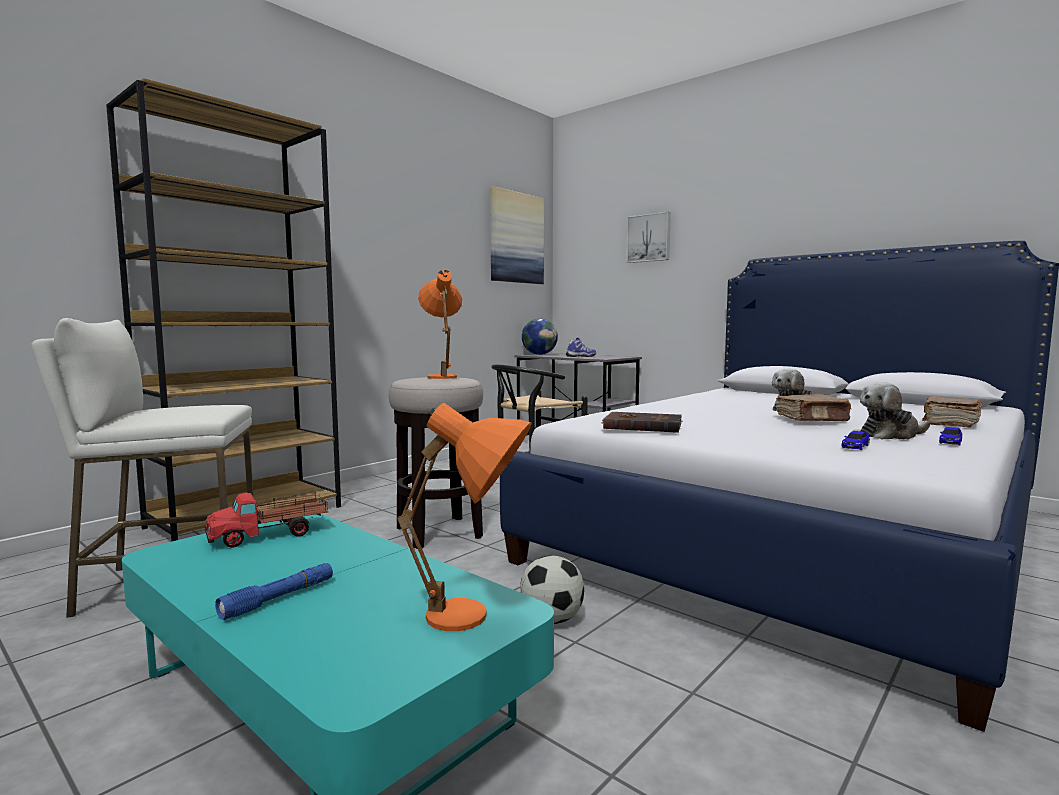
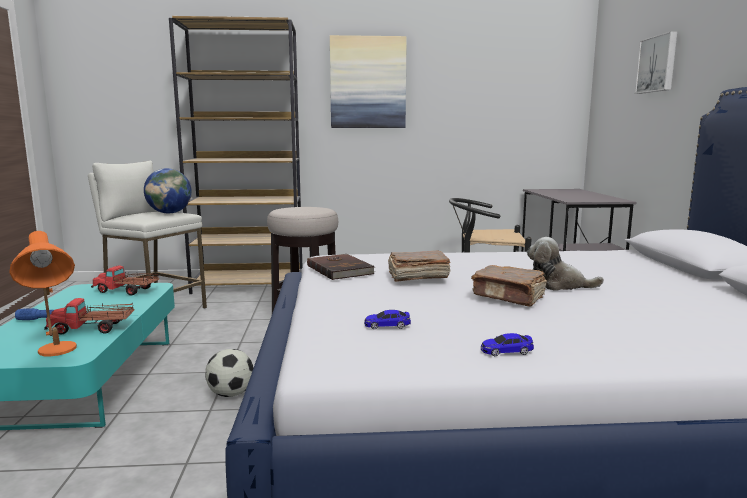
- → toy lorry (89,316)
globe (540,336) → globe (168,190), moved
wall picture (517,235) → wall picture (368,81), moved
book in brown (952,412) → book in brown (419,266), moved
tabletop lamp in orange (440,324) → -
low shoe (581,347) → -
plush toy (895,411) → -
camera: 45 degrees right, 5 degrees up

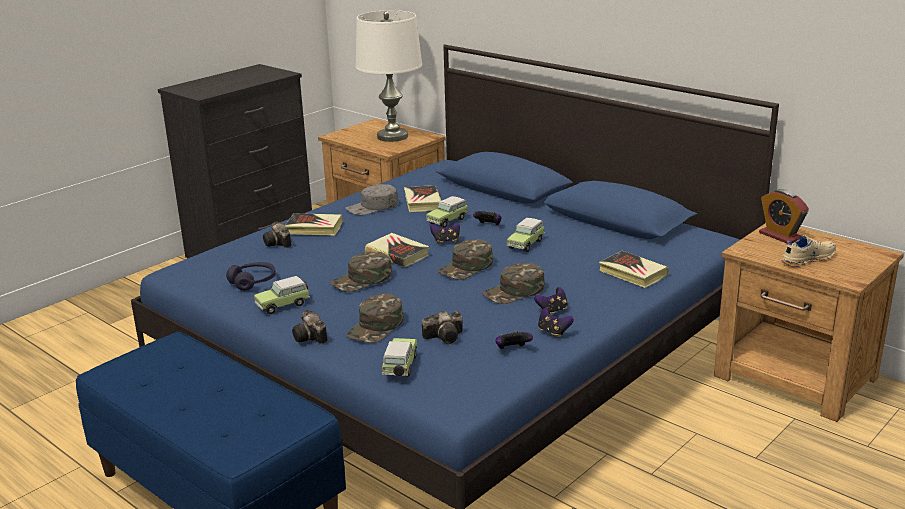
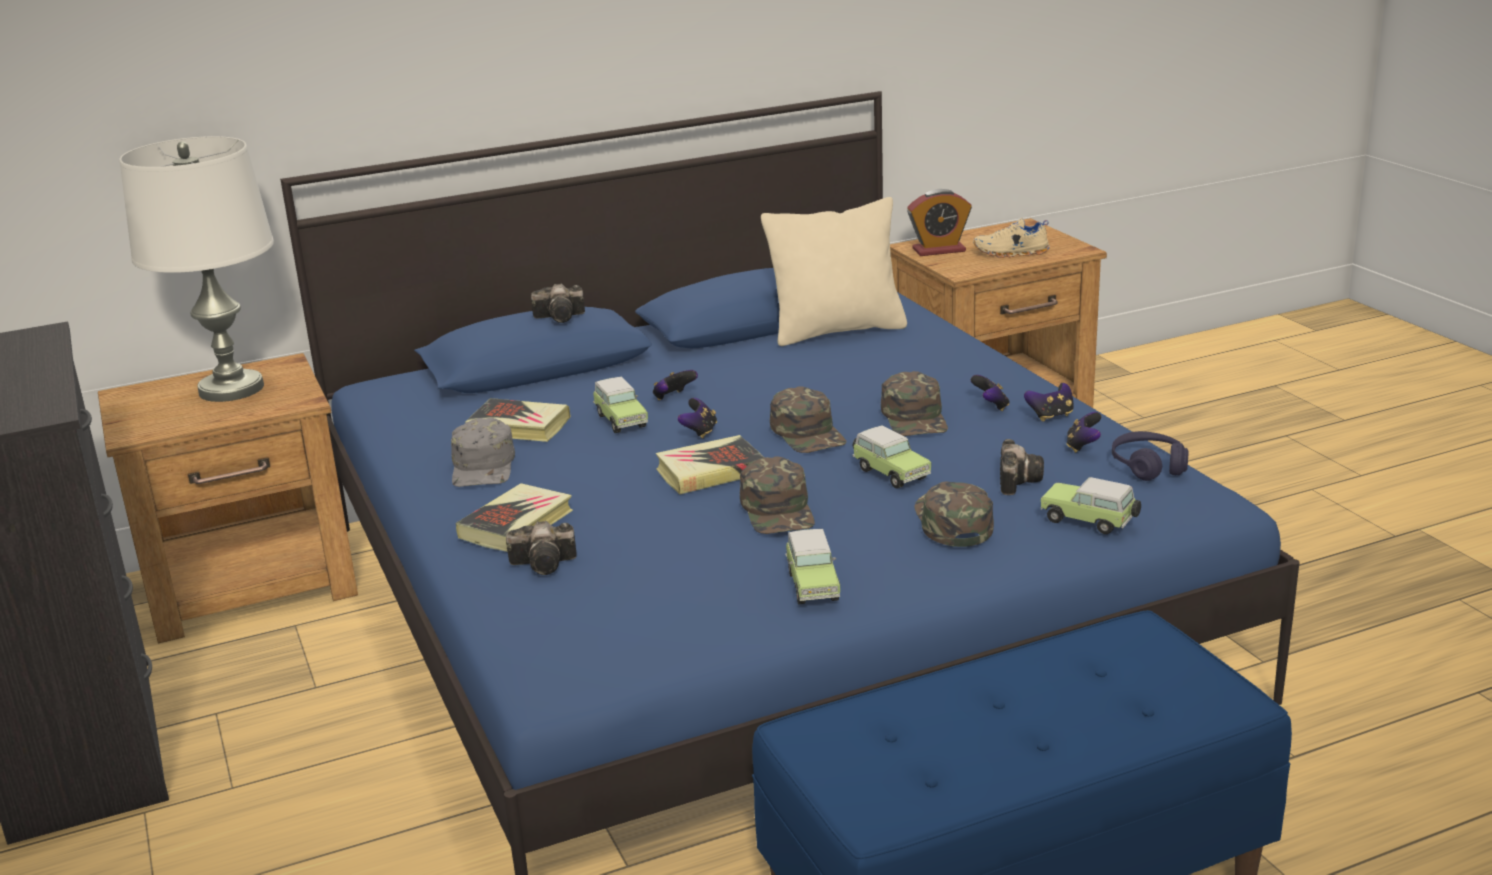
photo camera (310,327) → photo camera (558,303), moved
- → throw pillow in beige (834,271)
miniature car (526,235) → miniature car (891,457), moved
cap in greenish (375,318) → cap in greenish (954,514), 150 degrees counterclockwise
low shoe in beige (809,251) → low shoe in beige (1011,238), 90 degrees counterclockwise
headset in purple-coloured (251,276) → headset in purple-coloured (1150,456), moved
book (634,269) → -
camera: 65 degrees left, 0 degrees up

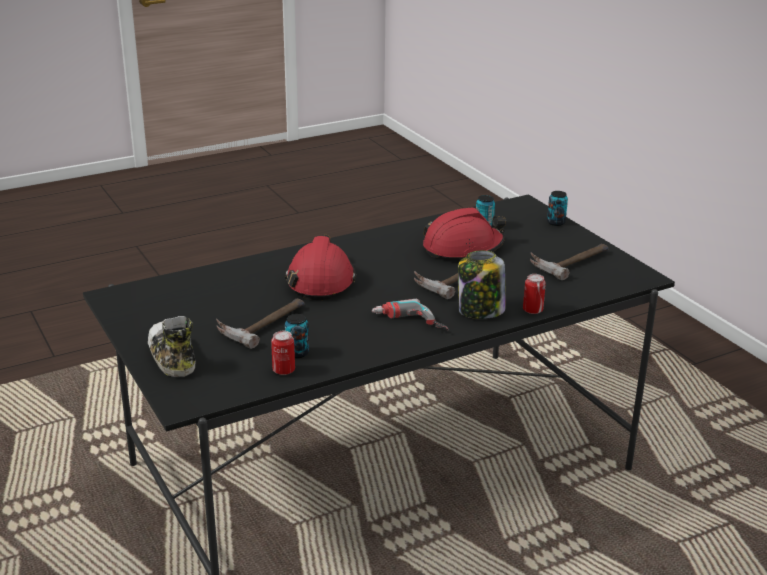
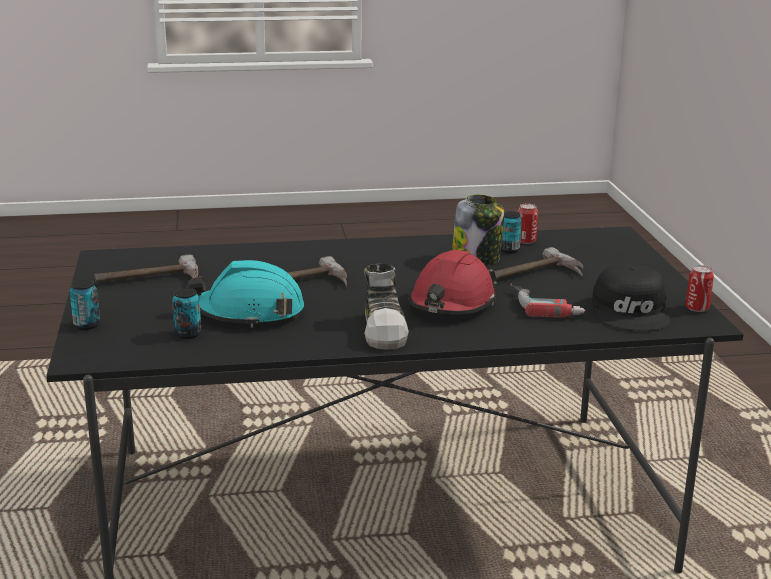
hard hat in red (464,233) → hard hat in turquoise-coloured (246,294)
low shoe (172,346) → low shoe (386,307), moved
preserve jar (482,284) → preserve jar (478,230), moved
drill (410,314) → drill (547,301), moved
- → cap in black (631,297)
metal can (534,294) → metal can (700,288), moved
camera: 160 degrees left, 5 degrees down

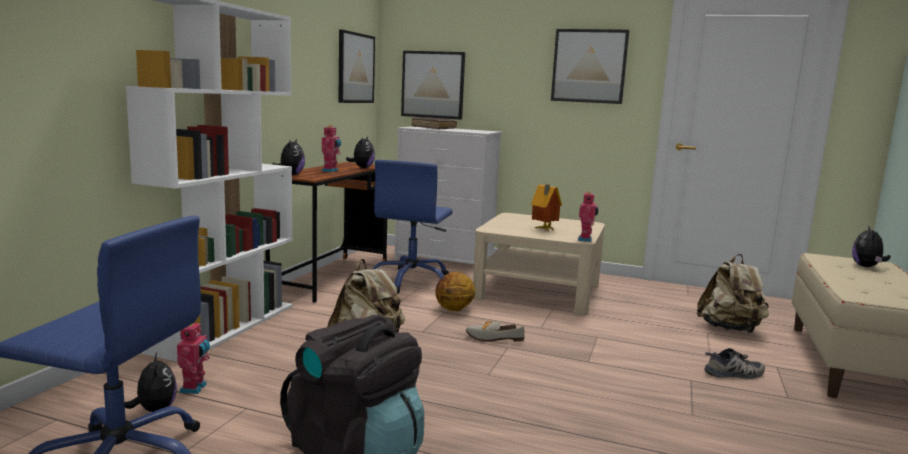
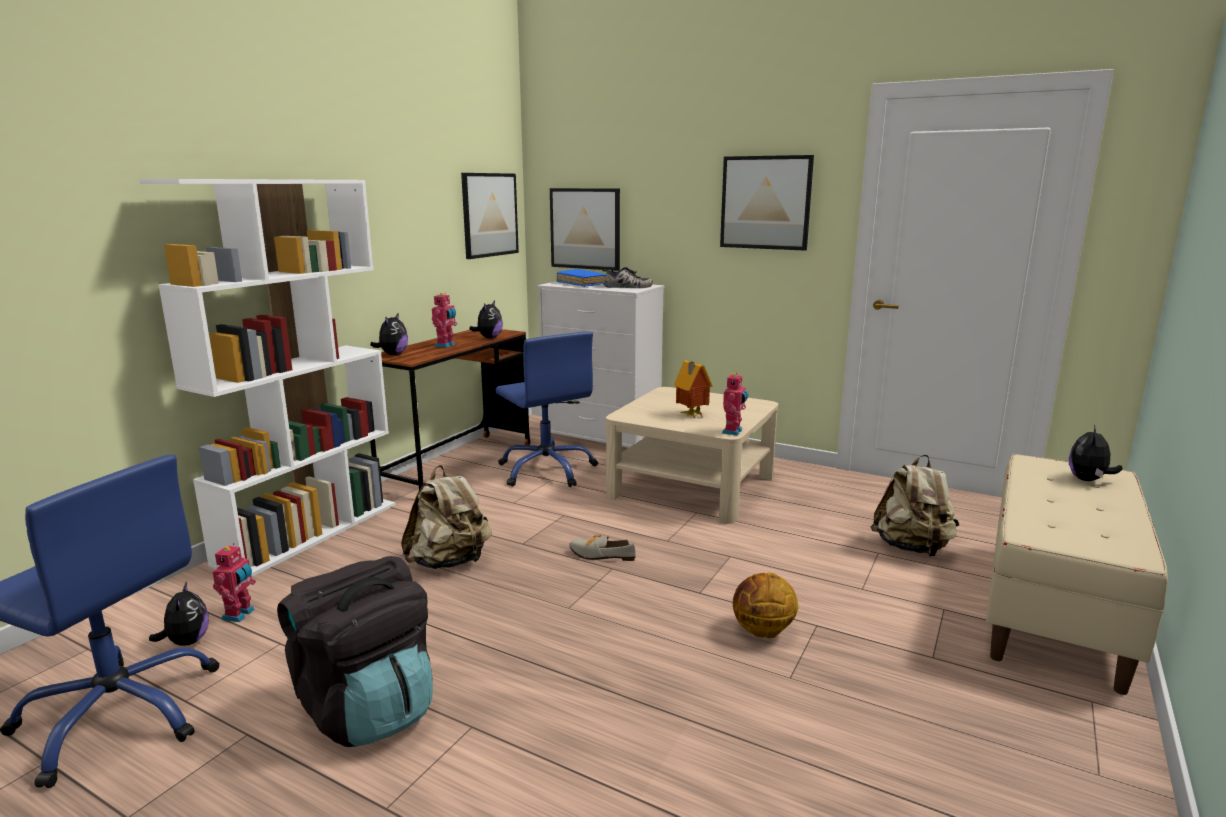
desk chair in blue (412,227) → desk chair in blue (546,409), 60 degrees counterclockwise
book in brown (434,123) → book in blue (581,278)
low shoe (734,363) → low shoe (627,277), moved
basketball ball (455,291) → basketball ball (766,605), moved
camera: 10 degrees right, 5 degrees up

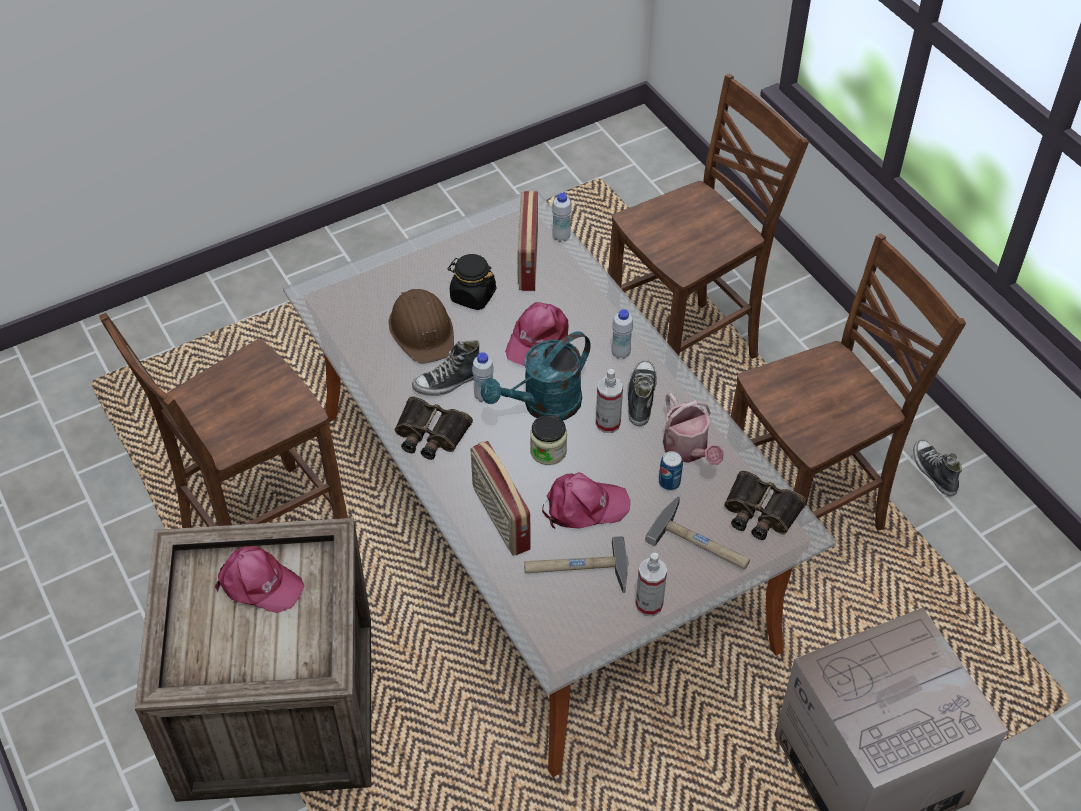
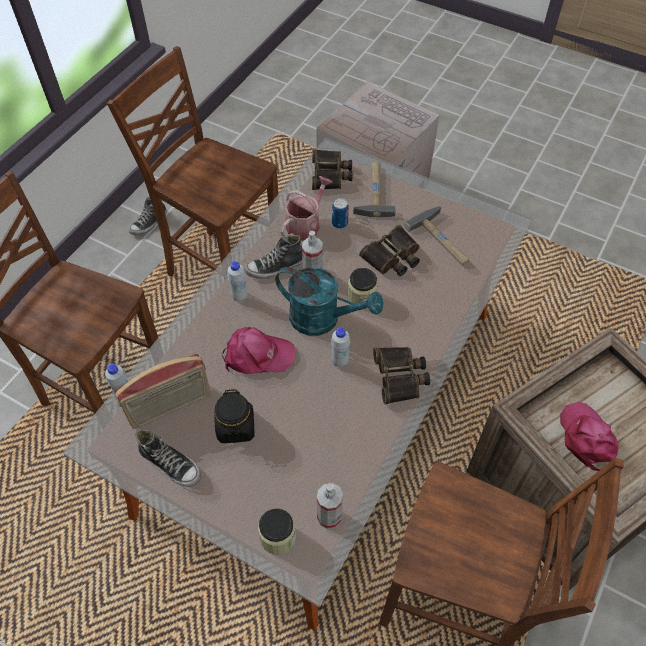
low shoe (445,368) → low shoe (168,458), moved
- → preserve jar (277,531)
sprayer (651,584) → sprayer (330,506), moved
cap in pink-coloured (586,501) → field glasses (389,250)
hard hat in brown (421,326) → -
radio (501,498) → -
camera: 120 degrees left, 5 degrees up

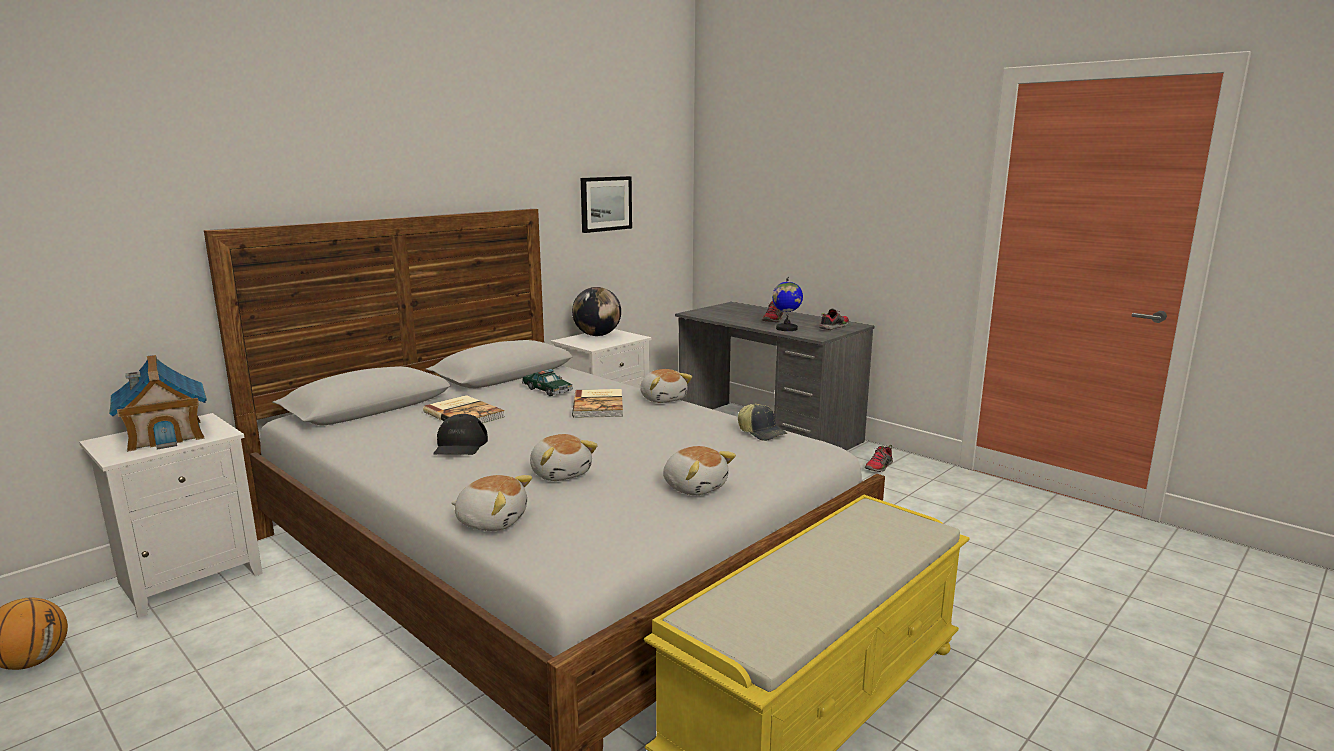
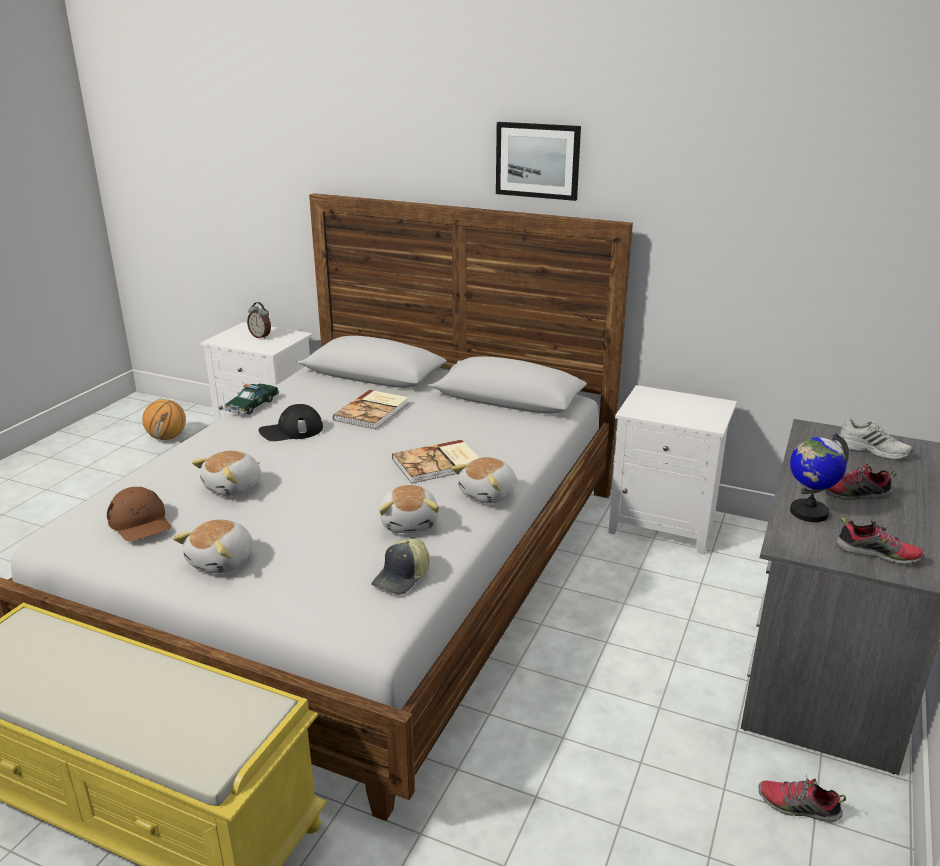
- → cap in brown (139,514)
miniature car (547,382) → miniature car (252,399), moved
toy house (158,403) → bedside clock (259,320)
plush toy (492,503) → plush toy (409,509), moved
wall picture (606,204) → wall picture (538,161), moved
- → low shoe in white (874,439)
globe (596,311) → -
camera: 70 degrees right, 10 degrees up

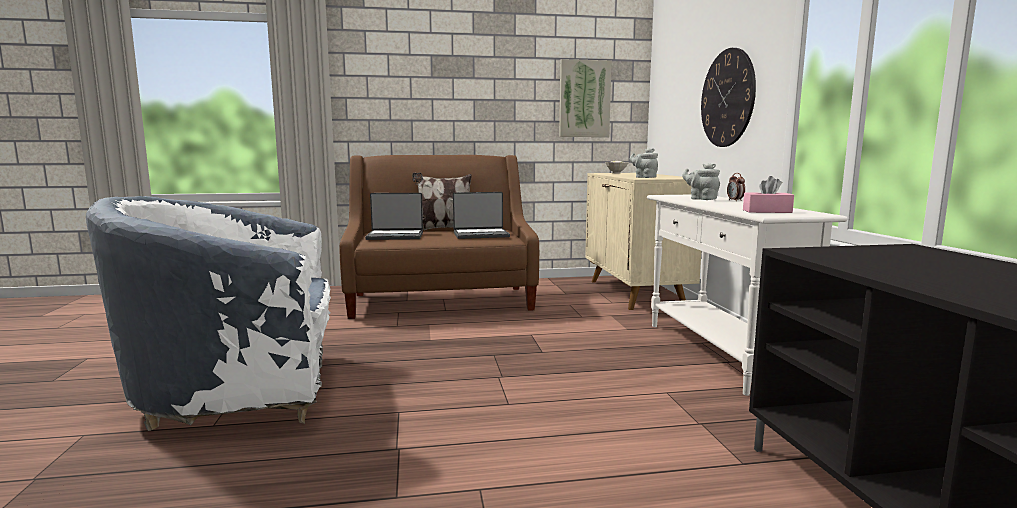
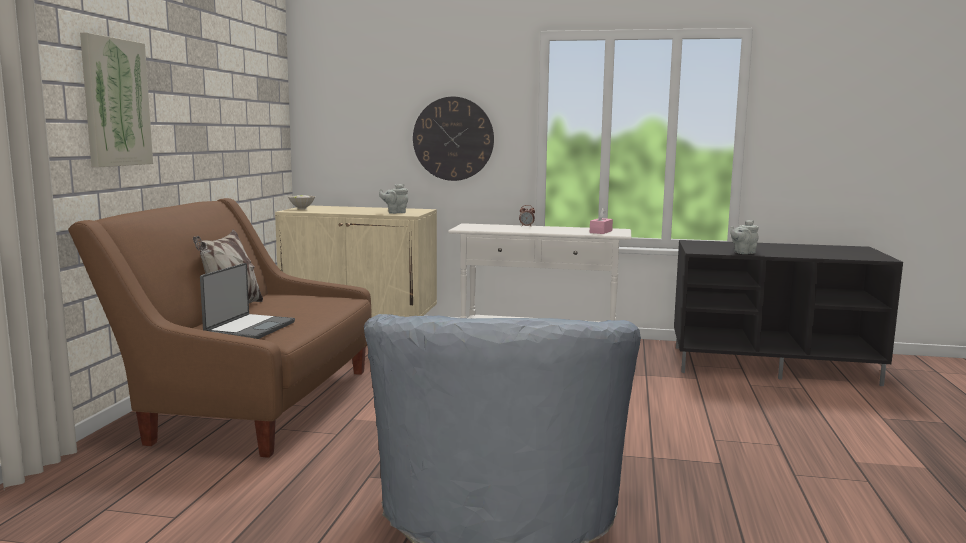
wall picture (585,98) → wall picture (116,100), moved
teapot in grey (701,181) → teapot in grey (744,237), moved
notebook computer (481,215) → -
camera: 70 degrees left, 0 degrees up

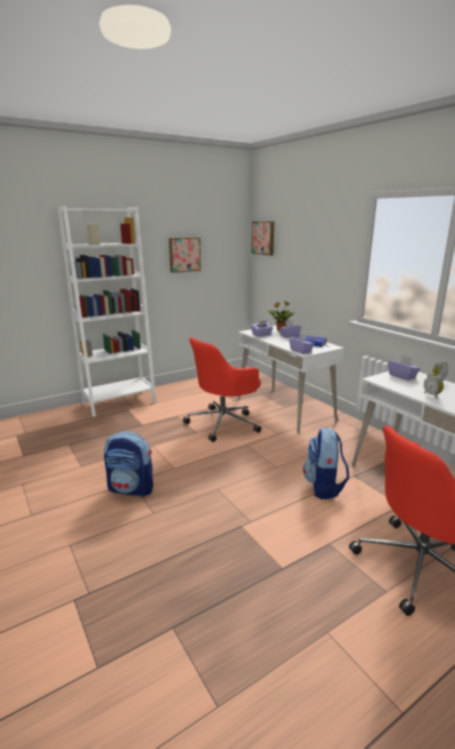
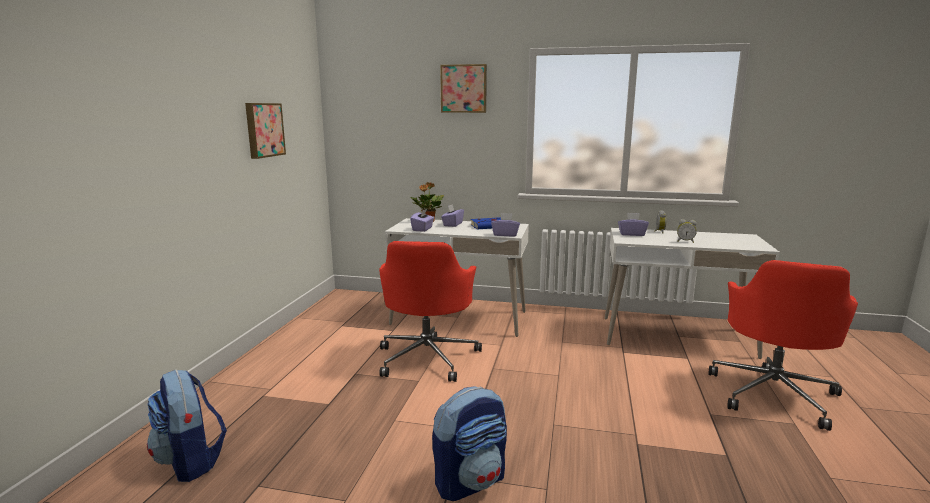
backpack (326,463) → backpack (187,426), moved
wall picture (262,238) → wall picture (463,88), moved
bookshelf in white (106,311) → -
camera: 45 degrees left, 5 degrees down

